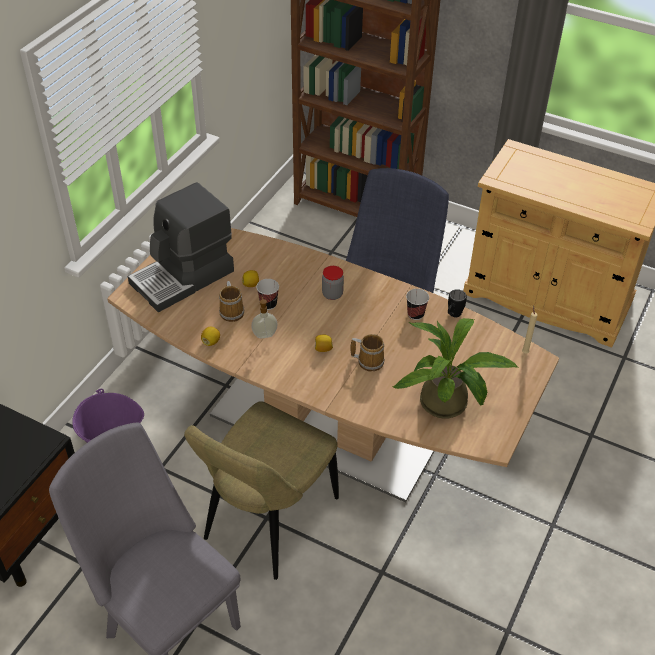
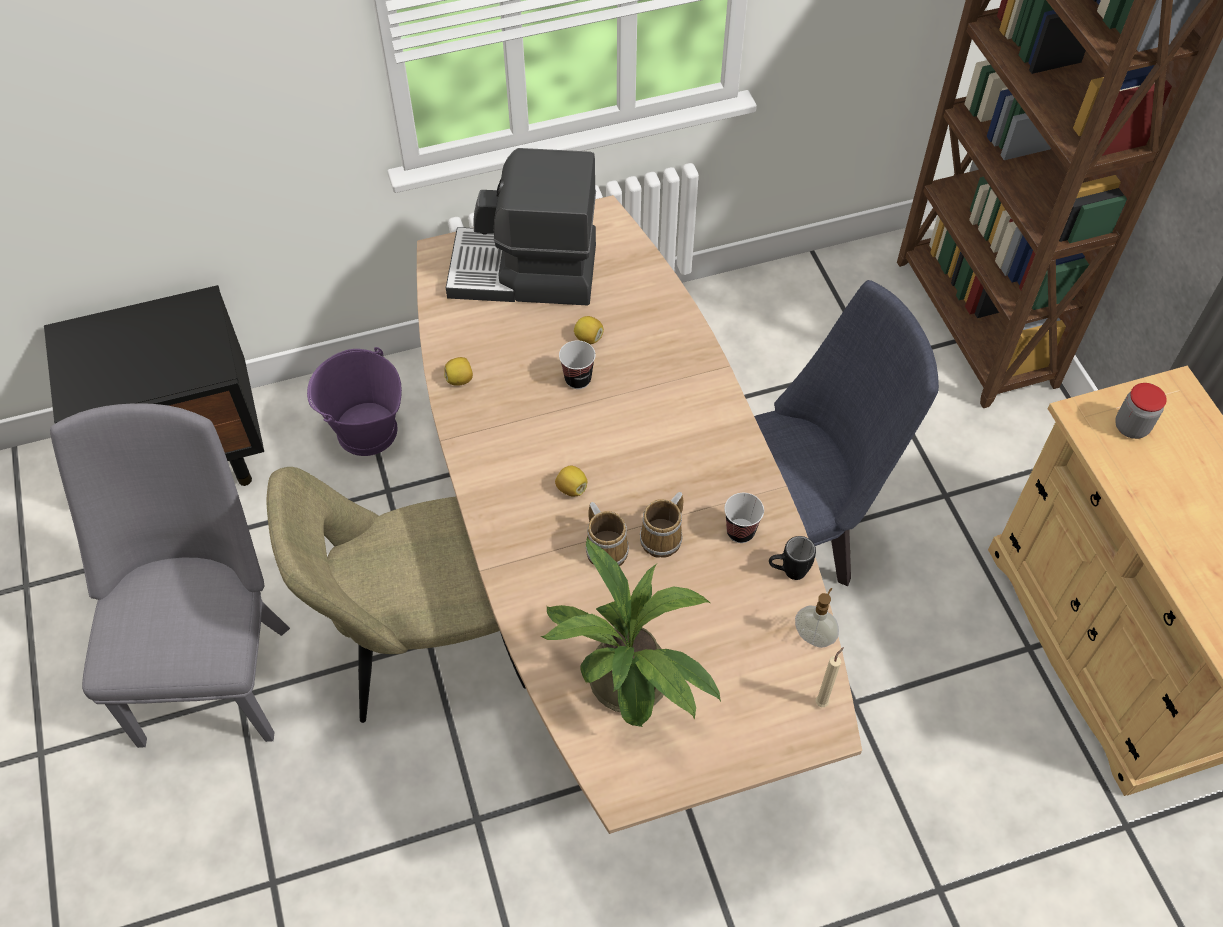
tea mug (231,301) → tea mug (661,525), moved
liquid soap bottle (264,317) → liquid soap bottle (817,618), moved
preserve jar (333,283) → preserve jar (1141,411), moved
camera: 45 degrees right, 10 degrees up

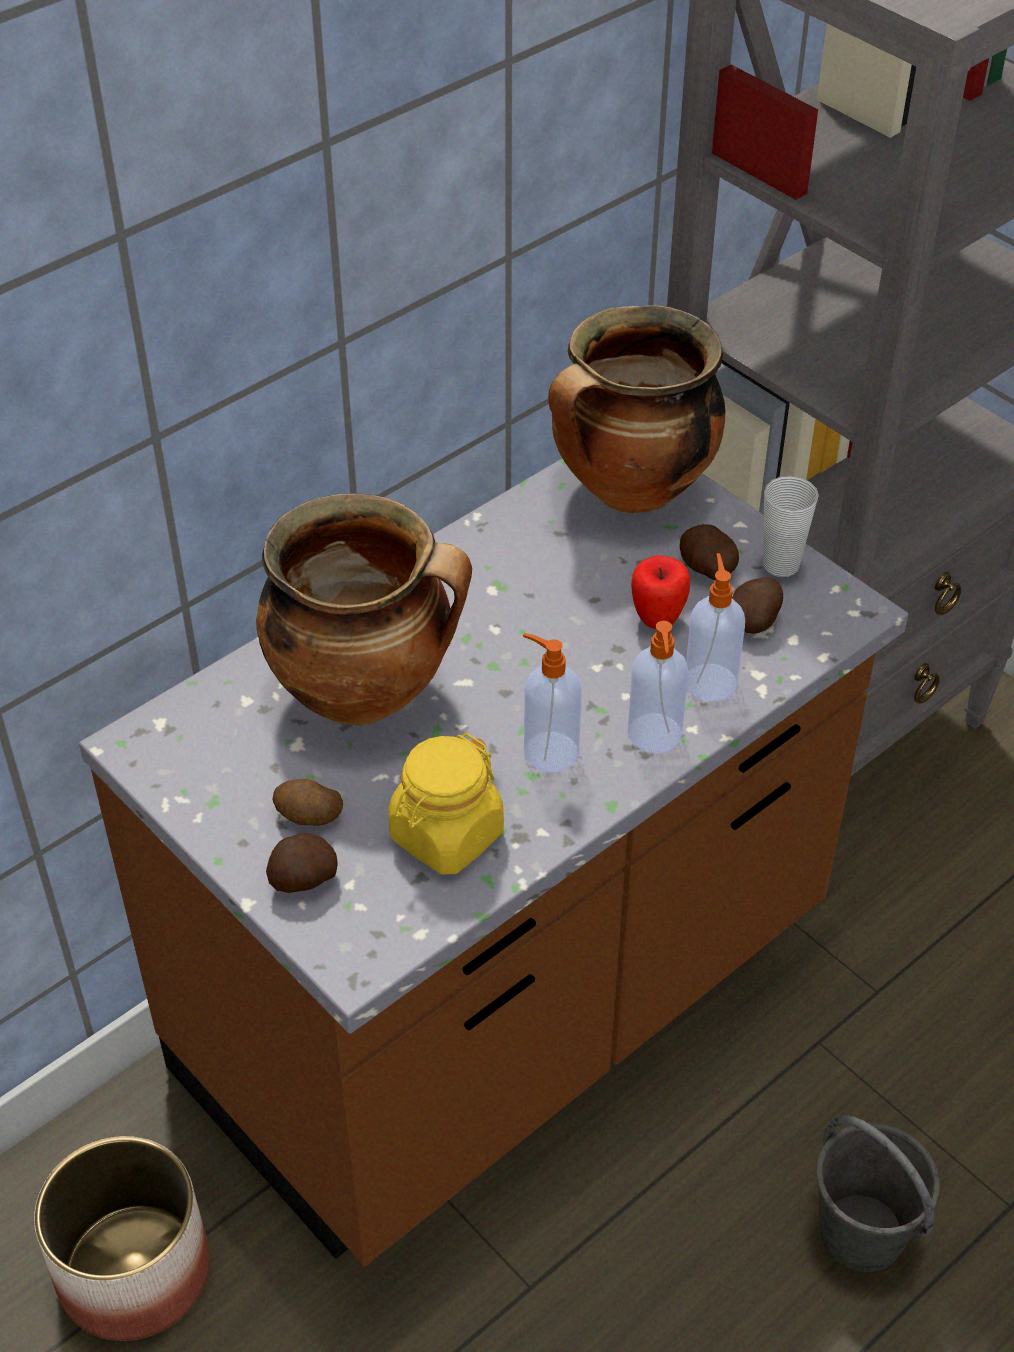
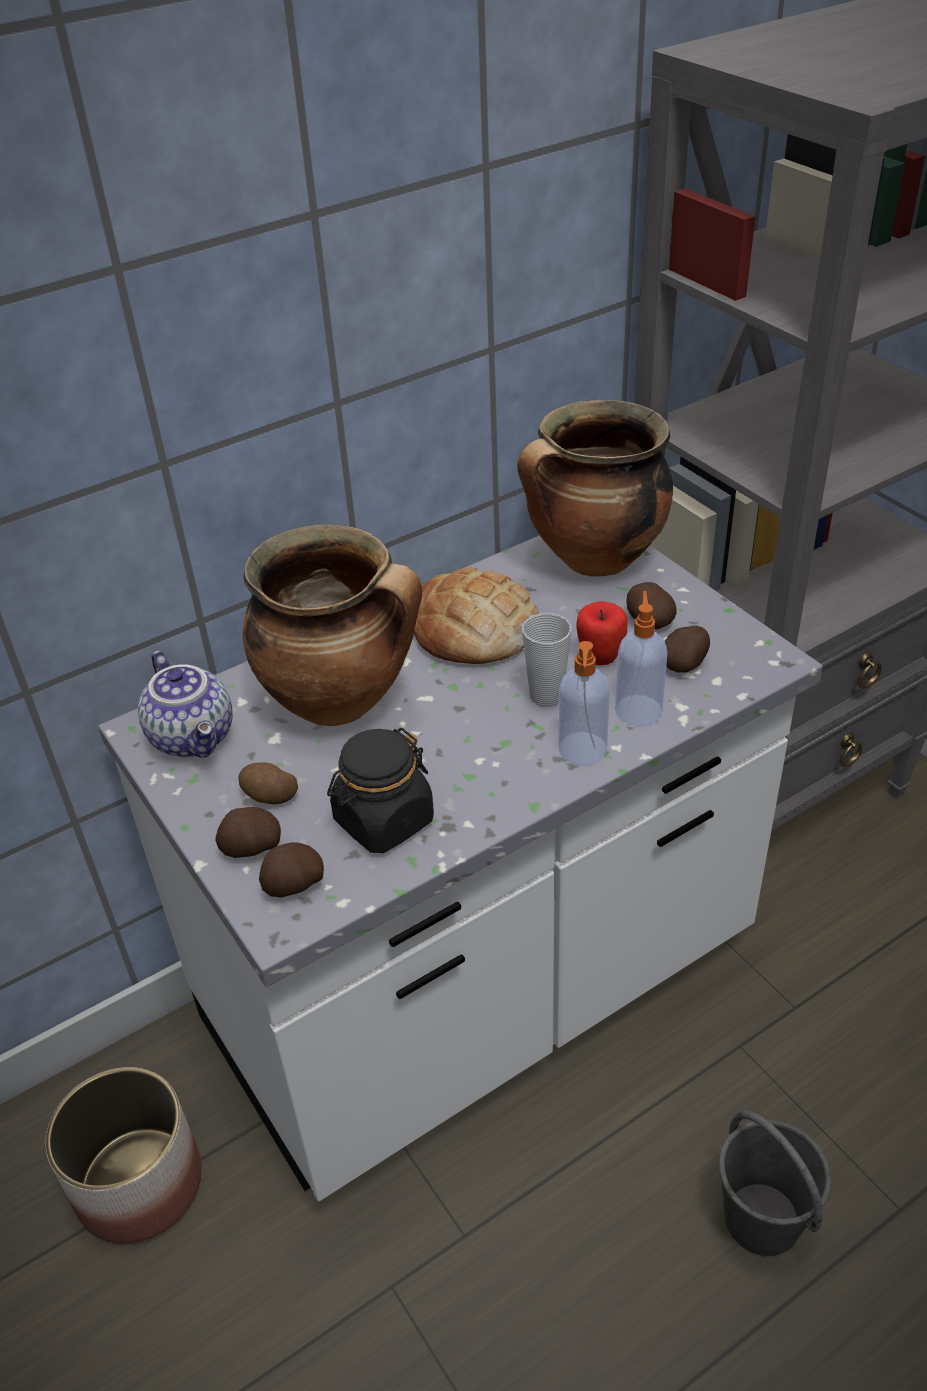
counter in brown (493,862) → counter in white (460,868)
- → teapot (185,704)
- → spud (291,870)
preserve jar in yellow (446,804) → preserve jar in black (380,790)
- → bakery bread (476,615)
drinking cup (791,526) → drinking cup (546,659), moved
liquid soap bottle (552,702) → -
camera: 10 degrees right, 5 degrees down

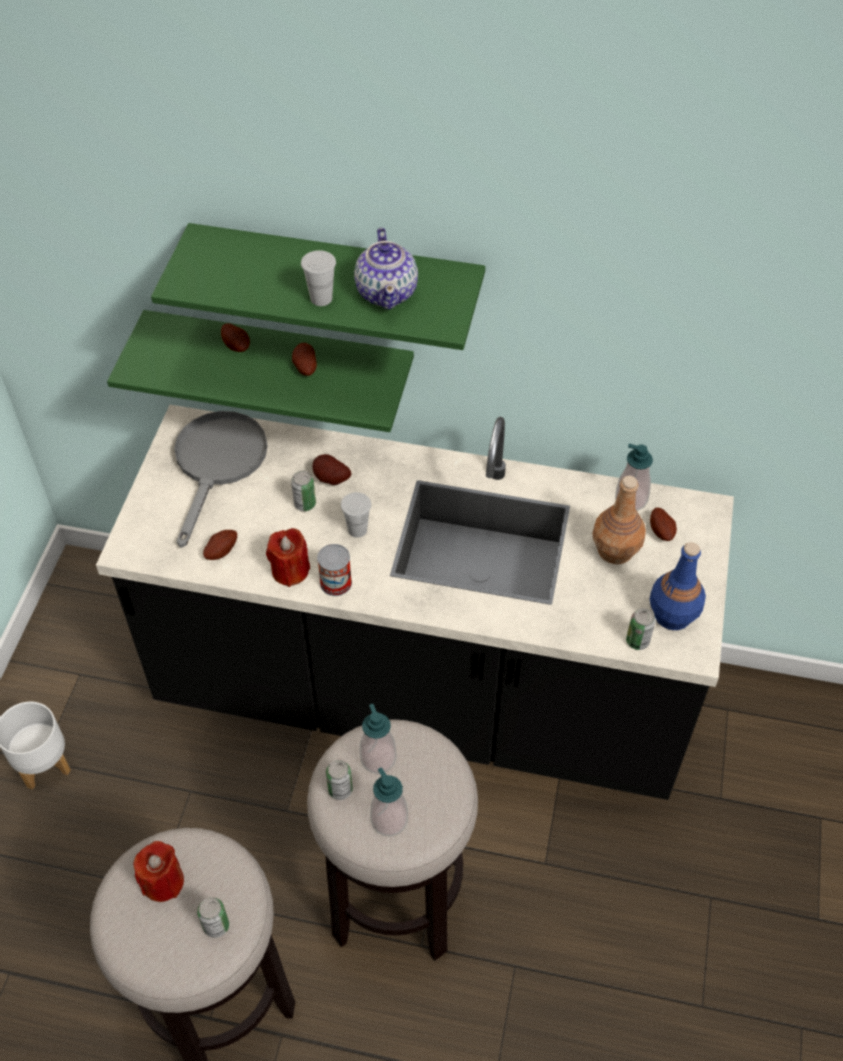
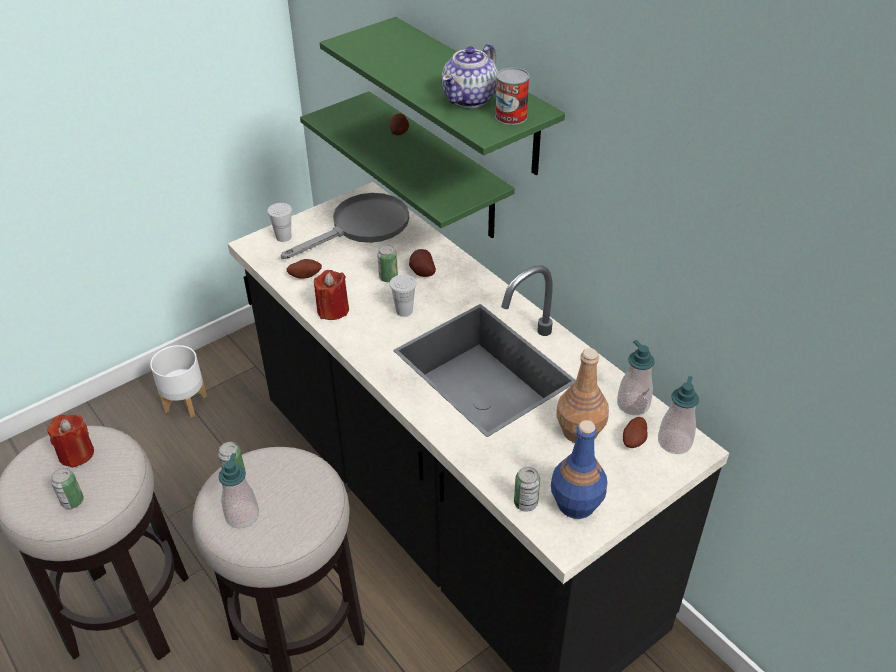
drinking cup in white (318,278) → drinking cup in white (279,222), moved
metal can (334,570) → metal can (512,96), moved
liquid soap bottle (378,739) → liquid soap bottle (678,415), moved
spud (304,359) → -
camera: 40 degrees right, 10 degrees down

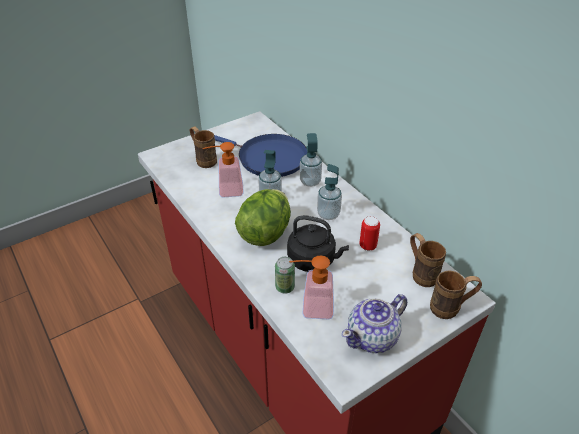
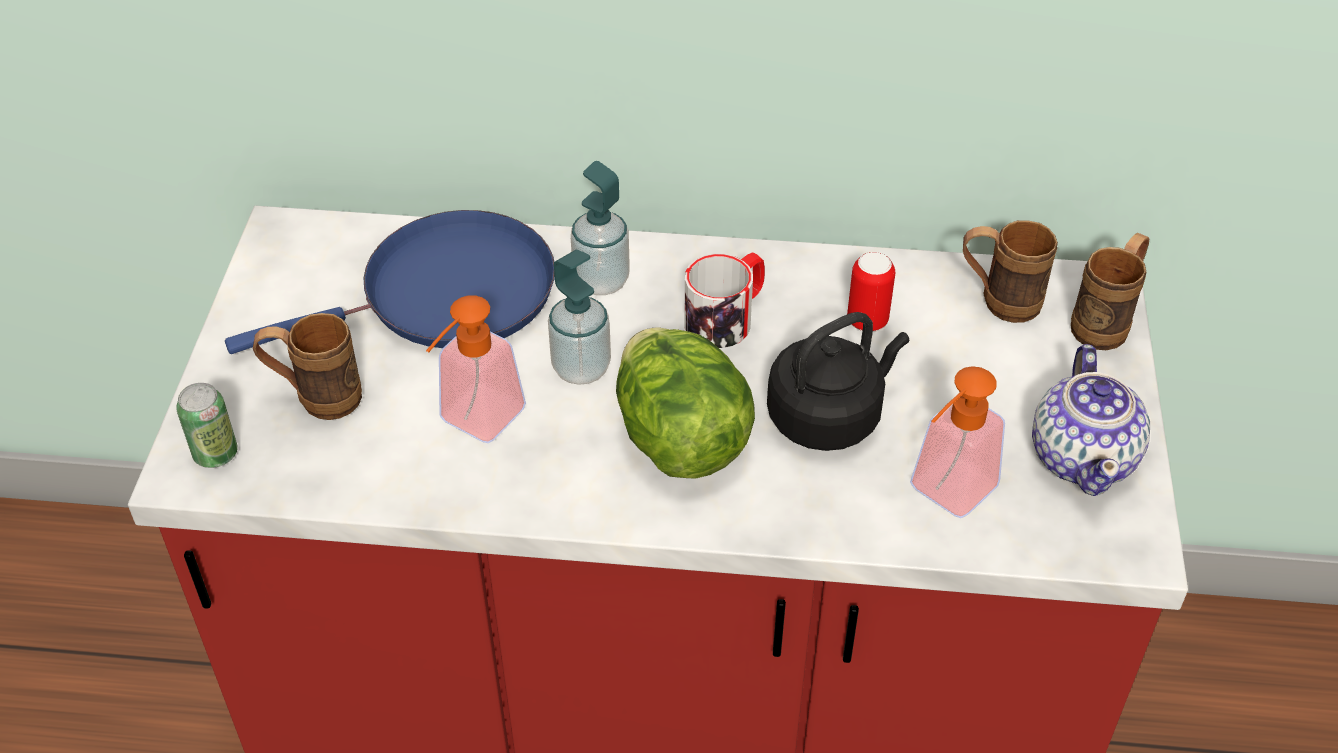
metal can (285,275) → metal can (207,425), moved
liquid soap bottle (329,192) → tea mug (724,300)
camera: 50 degrees left, 5 degrees up

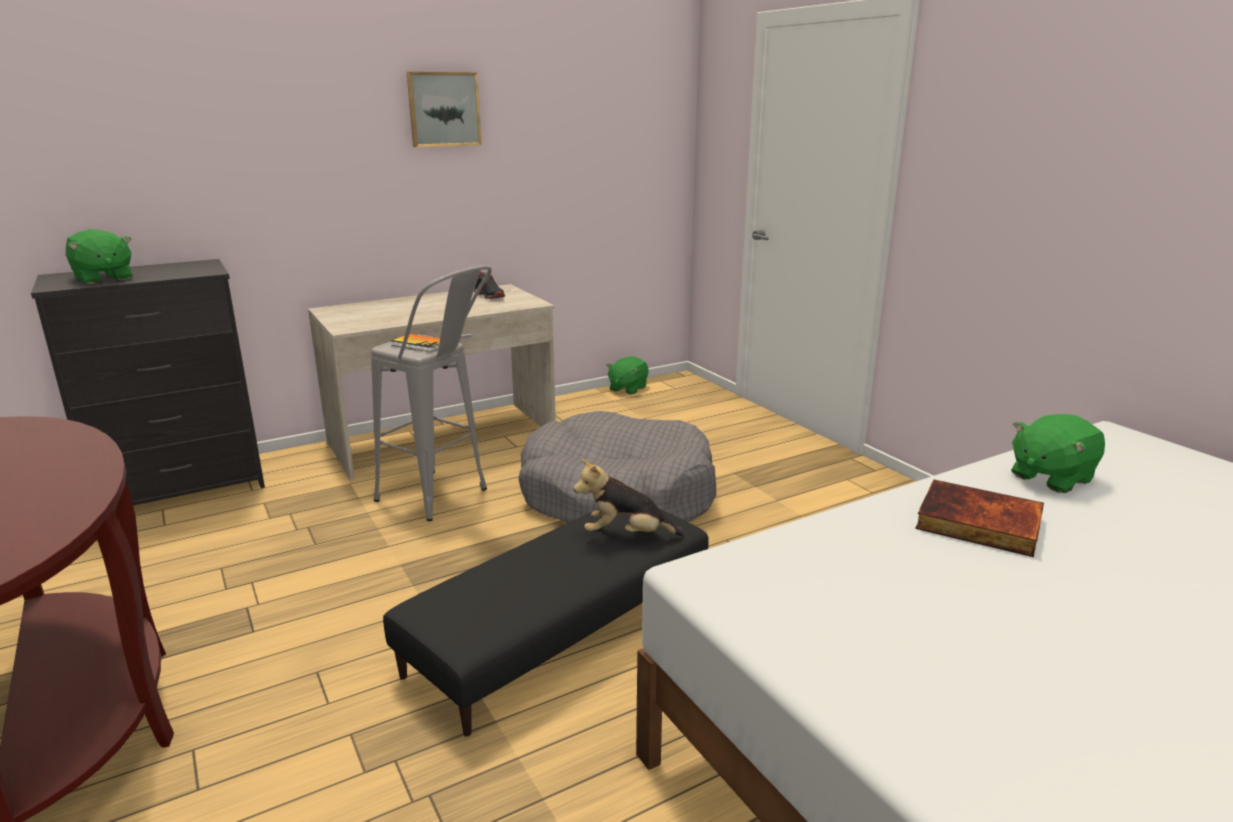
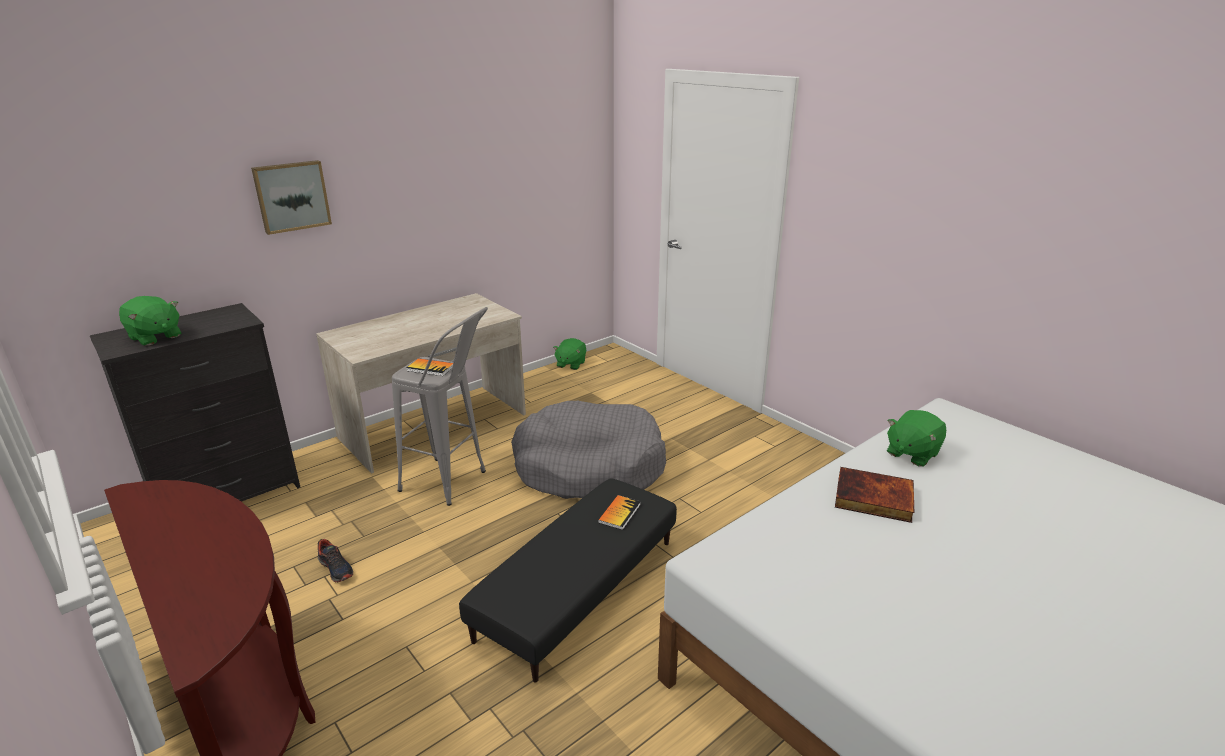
wall picture (444,109) → wall picture (291,197), moved
low shoe (489,285) → low shoe (335,560), moved
plush toy (629,497) → book (619,512)
camera: 10 degrees left, 5 degrees up

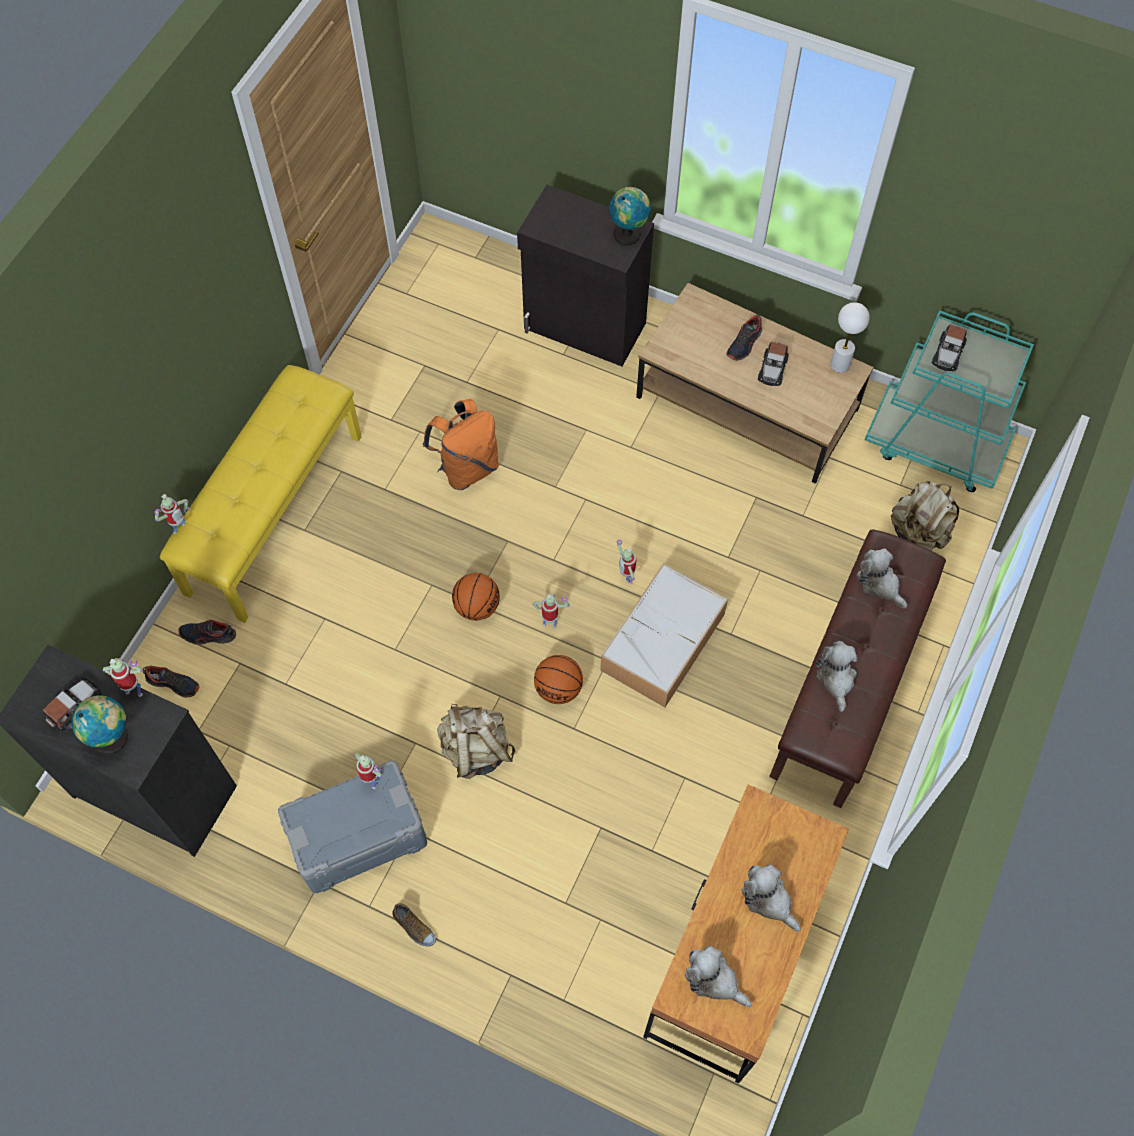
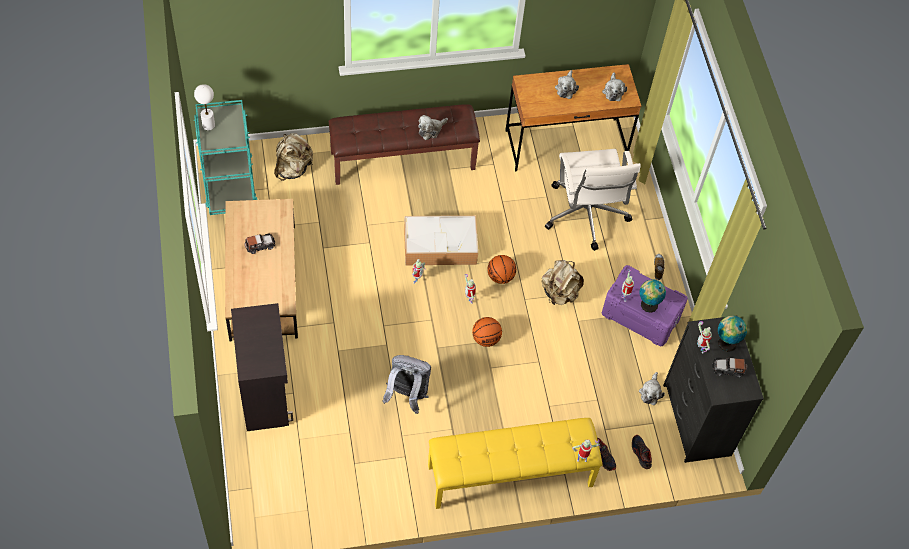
tabletop lamp in white (850,337) → tabletop lamp in white (204,107), moved
backpack in orange (460,444) → backpack in grey (406,384)
- → desk chair in white (593,200)
storage container in grey (352,826) → storage container in purple-coloured (645,305)
globe (630,216) → globe (652,296), moved
plush toy (882,578) → plush toy (652,388), moved
low shoe (744,338) → -
miniature car (949,348) → -
camera: 130 degrees left, 5 degrees down

